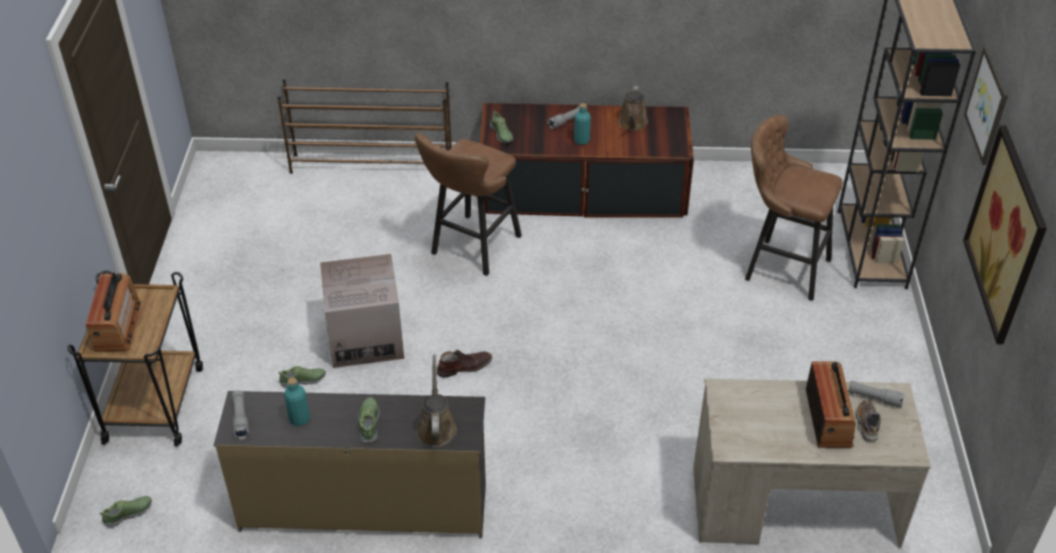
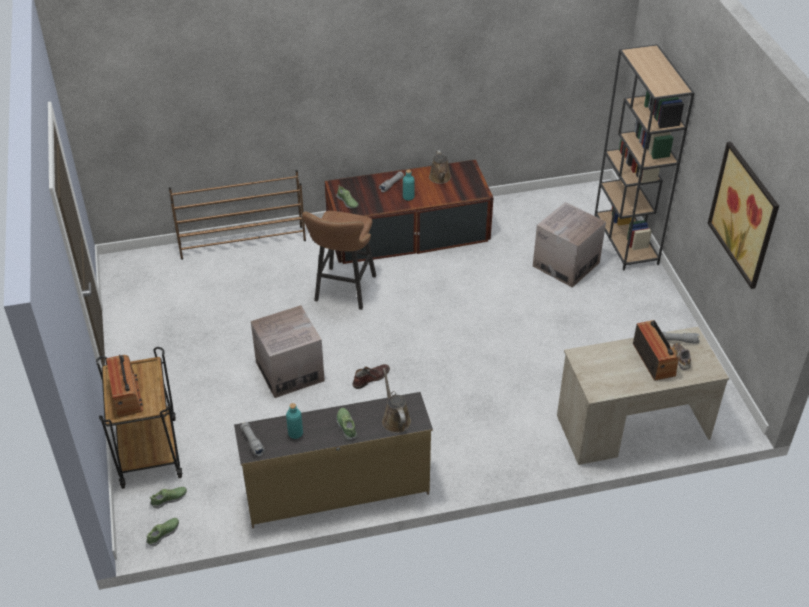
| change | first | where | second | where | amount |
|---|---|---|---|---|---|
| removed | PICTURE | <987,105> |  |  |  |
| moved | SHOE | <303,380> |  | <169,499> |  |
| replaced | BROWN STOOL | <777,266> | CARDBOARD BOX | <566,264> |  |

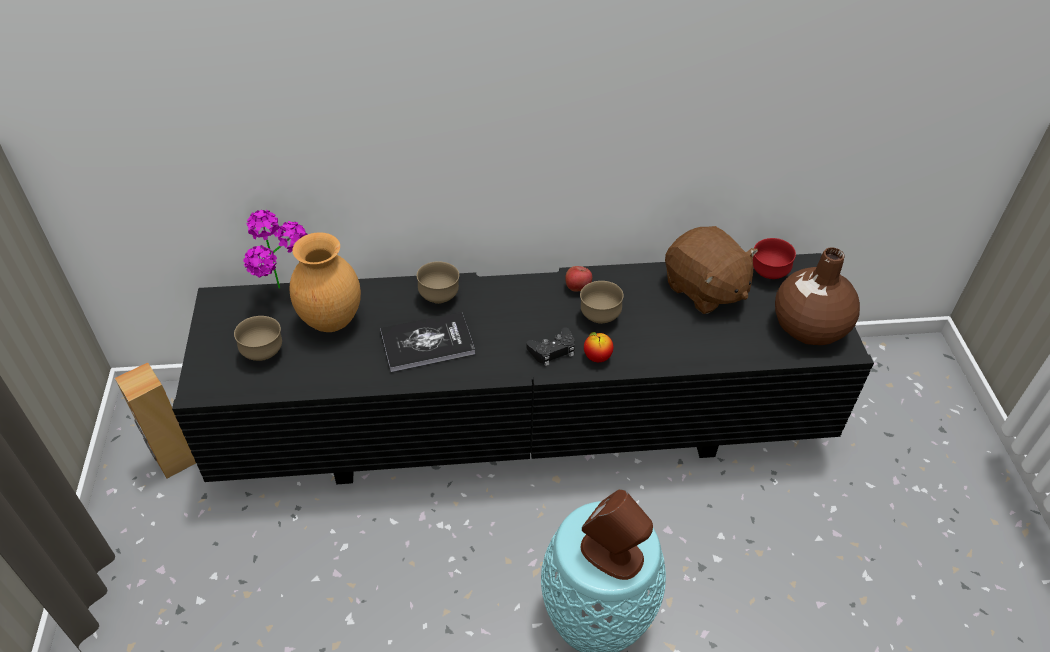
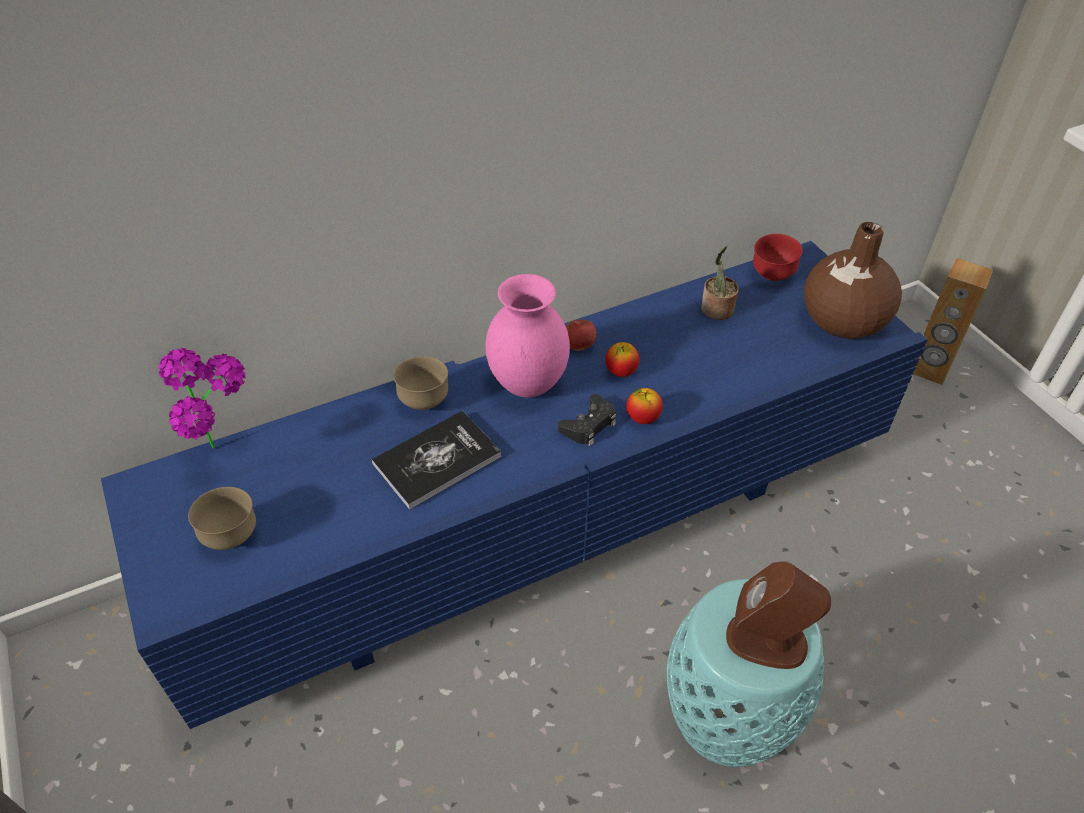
| change | first | where | second | where | amount |
|---|---|---|---|---|---|
| removed | BROWN VASE | <331,320> |  |  |  |
| added |  |  | PINK VASE | <528,383> |  |
| moved | BROWN SPEAKER | <174,459> |  | <929,369> |  |
| replaced | BROWN BOWL | <599,317> | APPLE | <621,372> |  |
| replaced | BROWN PLUSH TOY | <704,290> | POTTED PLANT | <716,310> |  |
| recoloured | BLACK TV STAND | <522,419> | BLUE TV STAND | <541,519> |  |

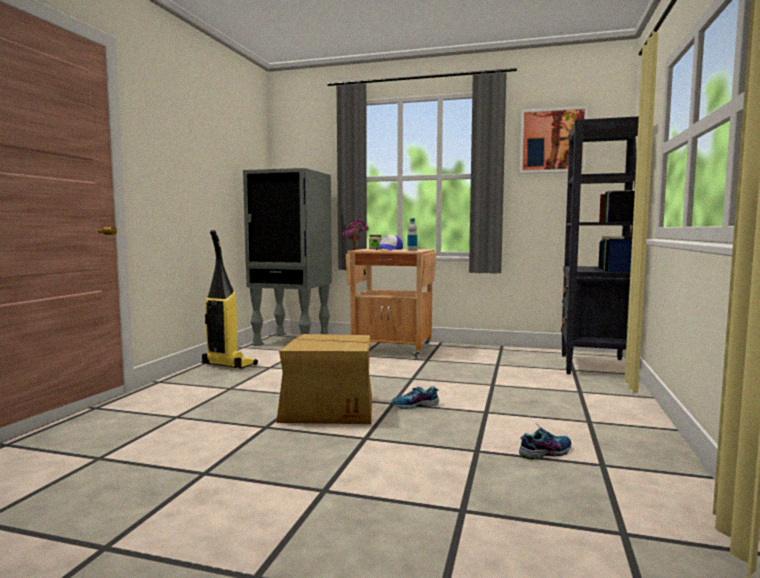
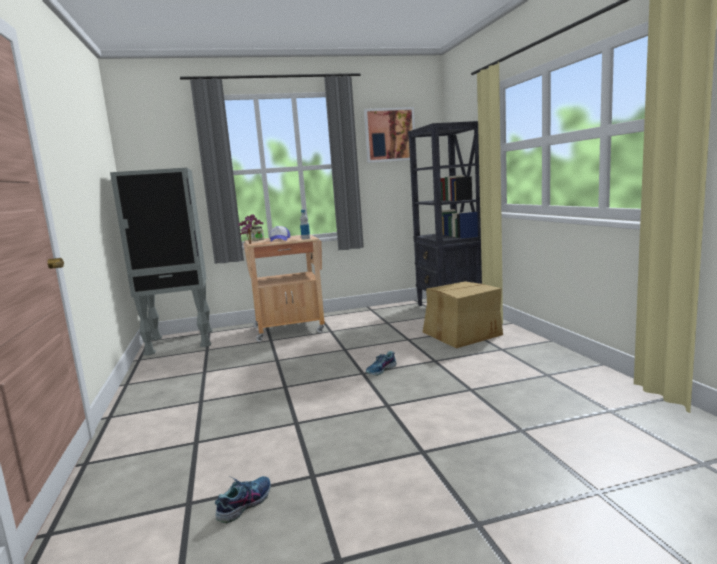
| change | first | where | second | where | amount |
|---|---|---|---|---|---|
| removed | VACUUM CLEANER | <228,365> |  |  |  |
| moved | CARDBOARD BOX | <329,409> |  | <461,335> |  |
| moved | SHOE | <545,452> |  | <244,504> |  |

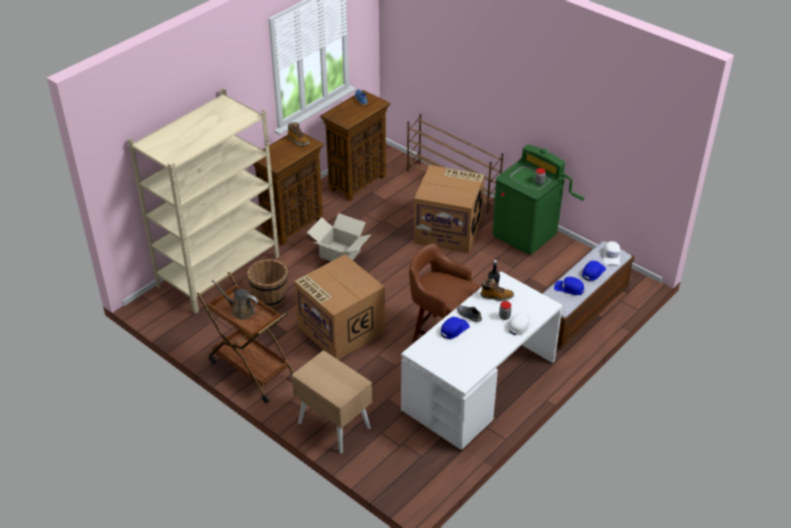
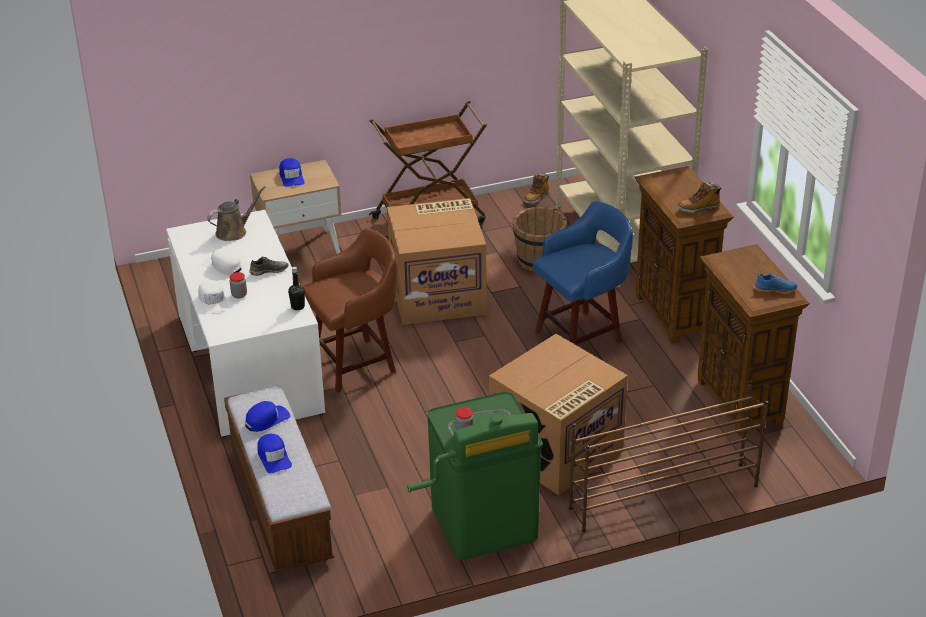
| change | first | where | second | where | amount |
|---|---|---|---|---|---|
| moved | BROWN WATERING CAN | <241,310> |  | <234,231> |  |
| moved | BLUE CAP | <454,329> |  | <291,176> |  |
| moved | BOOT | <496,296> |  | <536,197> |  |
| moved | WHITE CAP | <611,255> |  | <222,265> |  |
| replaced | CARDBOARD BOX | <340,253> | BLUE STOOL | <581,336> |  |

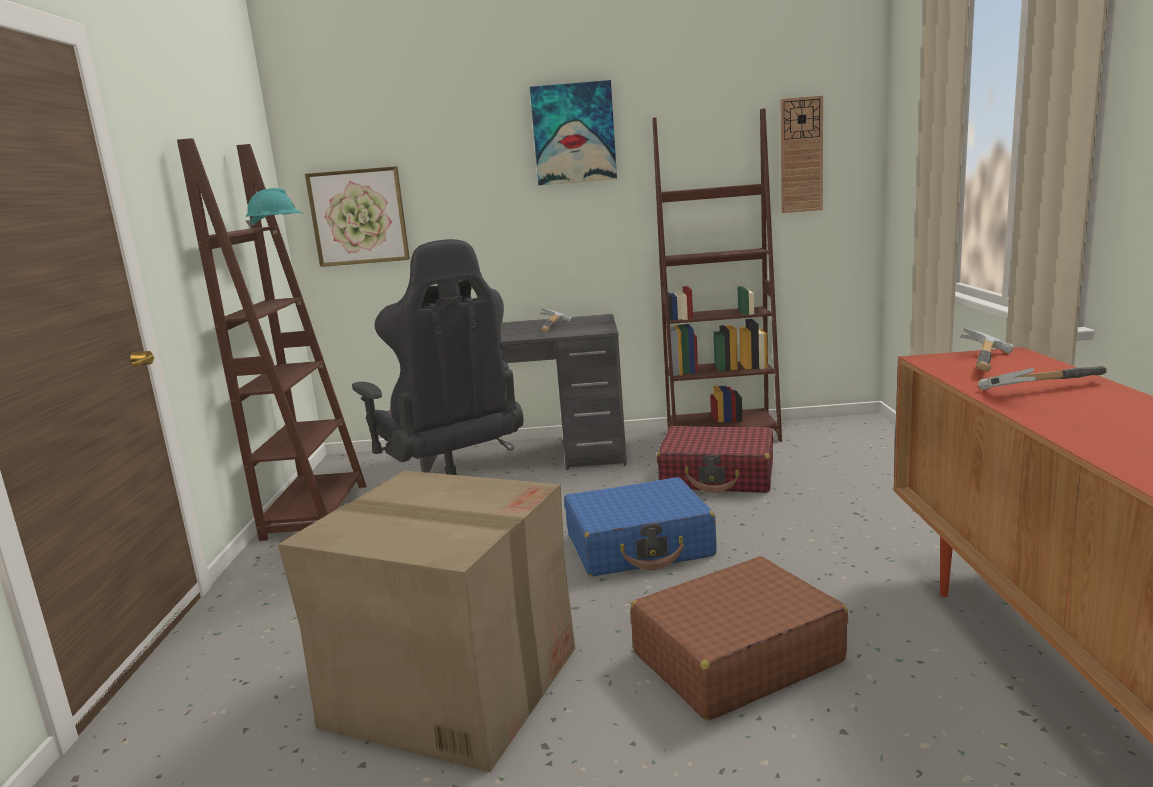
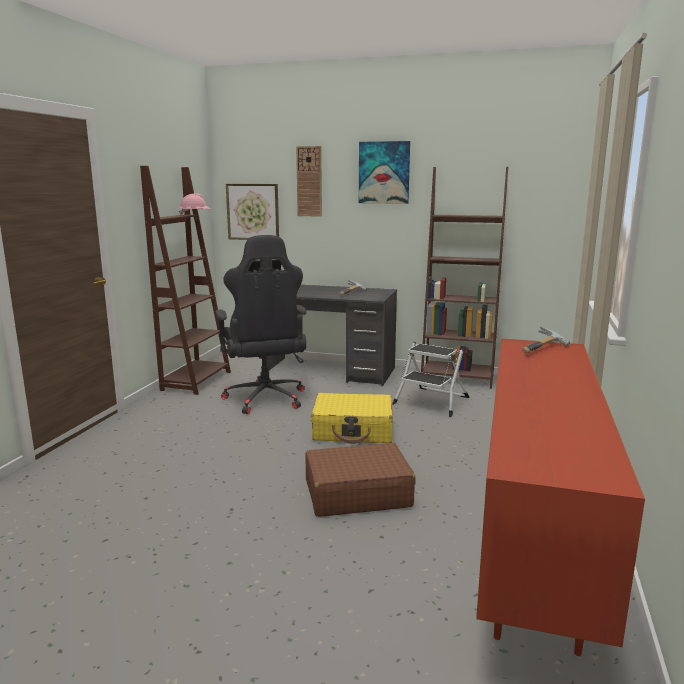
| change | first | where | second | where | amount |
|---|---|---|---|---|---|
| removed | CARDBOARD BOX | <451,685> |  |  |  |
| removed | HAMMER | <1039,388> |  |  |  |
| moved | WALL CLOCK | <801,155> |  | <309,181> |  |
| replaced | RED SUITCASE | <718,476> | STEP LADDER | <432,401> |  |
| recoloured | TURQUOISE HARD HAT | <276,226> | PINK HARD HAT | <195,215> |  |
| recoloured | BLUE SUITCASE | <639,546> | YELLOW SUITCASE | <353,430> |  |

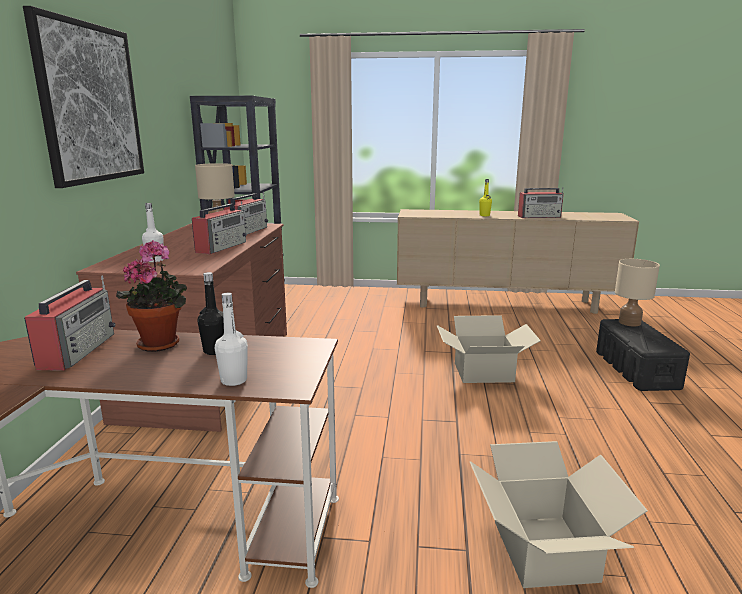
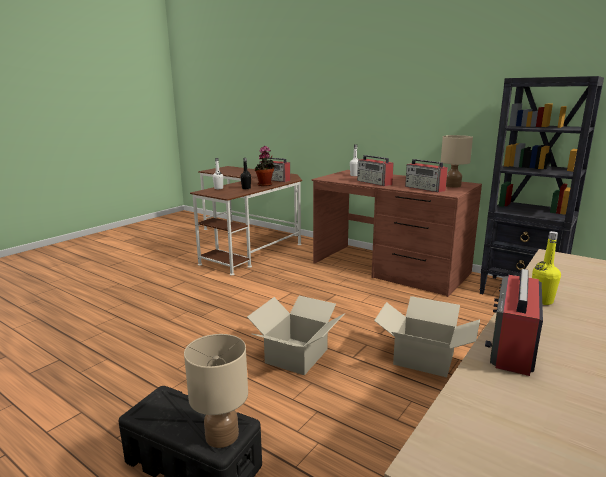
| change | first | where | second | where | amount |
|---|---|---|---|---|---|
| removed | PICTURE | <90,103> |  |  |  |
| moved | CARDBOARD BOX | <543,550> |  | <423,358> |  |

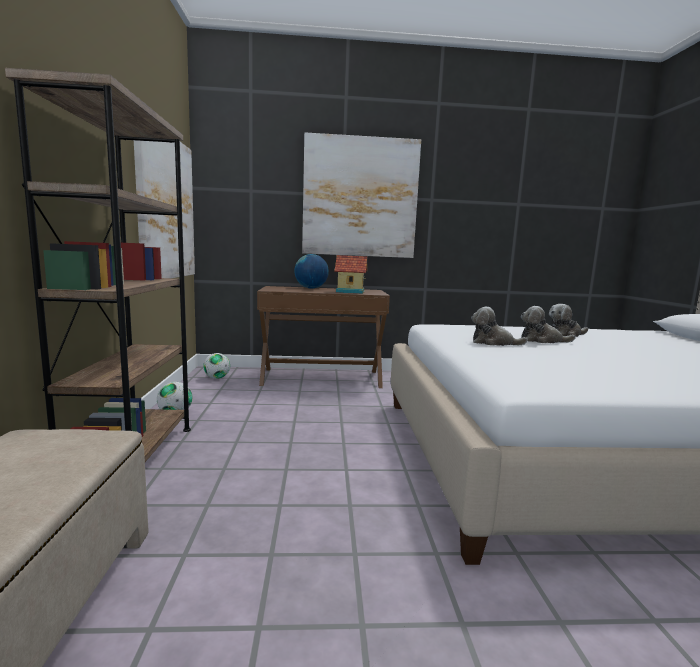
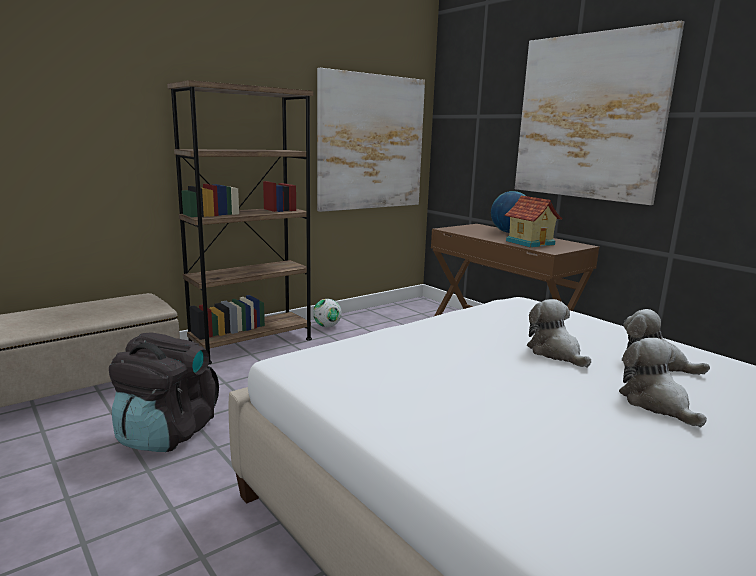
| change | first | where | second | where | amount |
|---|---|---|---|---|---|
| removed | FOOTBALL | <217,378> |  |  |  |
| added |  |  | BLACK BACKPACK | <167,433> |  |
| moved | PLUSH TOY | <493,343> |  | <656,404> |  |

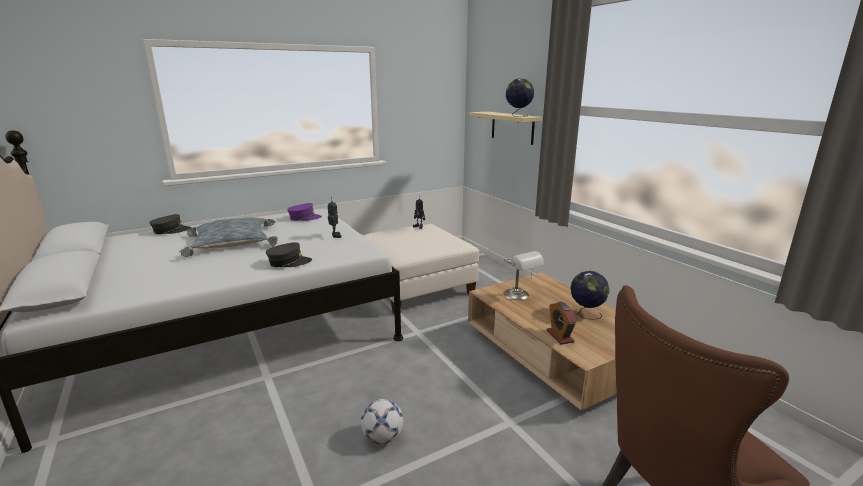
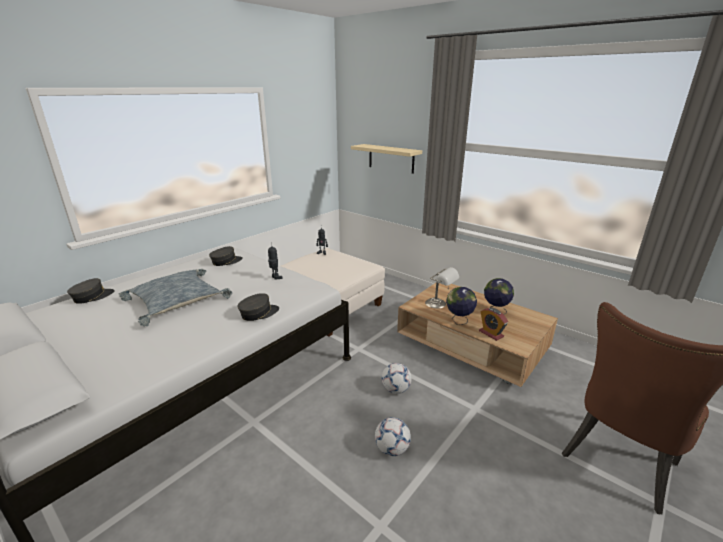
| change | first | where | second | where | amount |
|---|---|---|---|---|---|
| added |  |  | FOOTBALL | <395,389> |  |
| moved | GLOBE | <518,116> |  | <459,321> |  |
| recoloured | PURPLE CAP | <304,218> | GREY CAP | <226,261> |  |

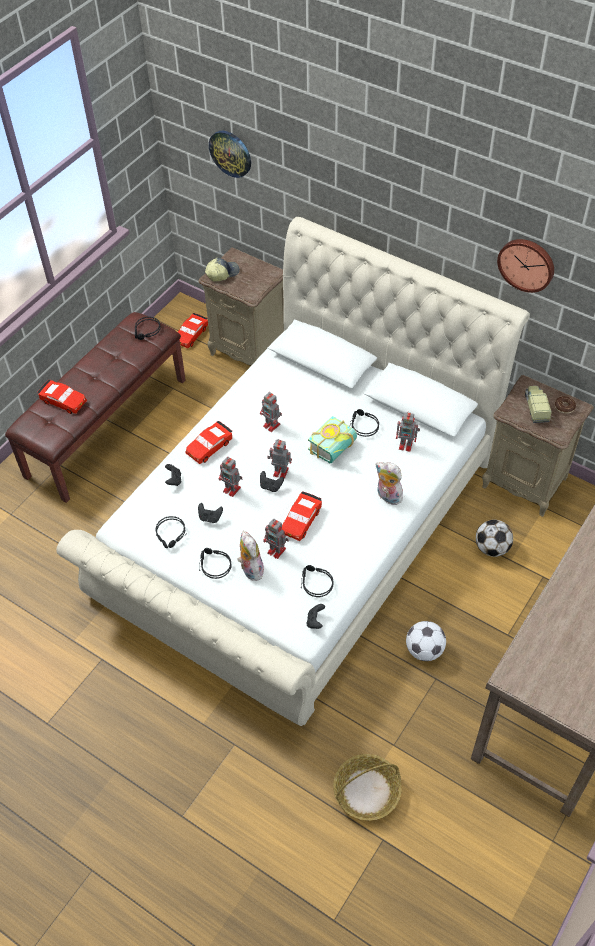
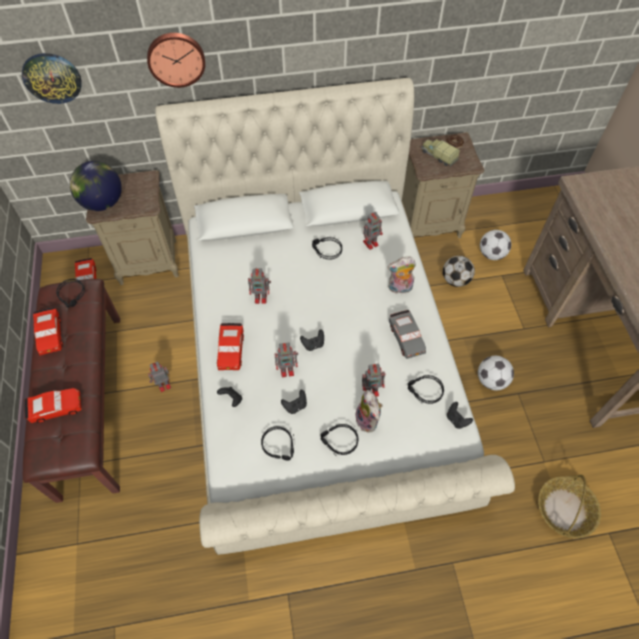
| change | first | where | second | where | amount |
|---|---|---|---|---|---|
| removed | BOOK | <336,449> |  |  |  |
| added |  |  | GREY TOY CAR | <406,337> |  |
| added |  |  | FOOTBALL | <491,254> |  |
| moved | TOY ROBOT | <280,471> |  | <163,385> |  |
| moved | RED TOY CAR | <301,520> |  | <50,334> |  |
| moved | WALL CLOCK | <527,264> |  | <176,58> |  |
| replaced | CAP | <222,273> | GLOBE | <103,203> |  |
| turned | PLUSH TOY | <250,569> |  | <368,420> | 135 degrees counterclockwise |

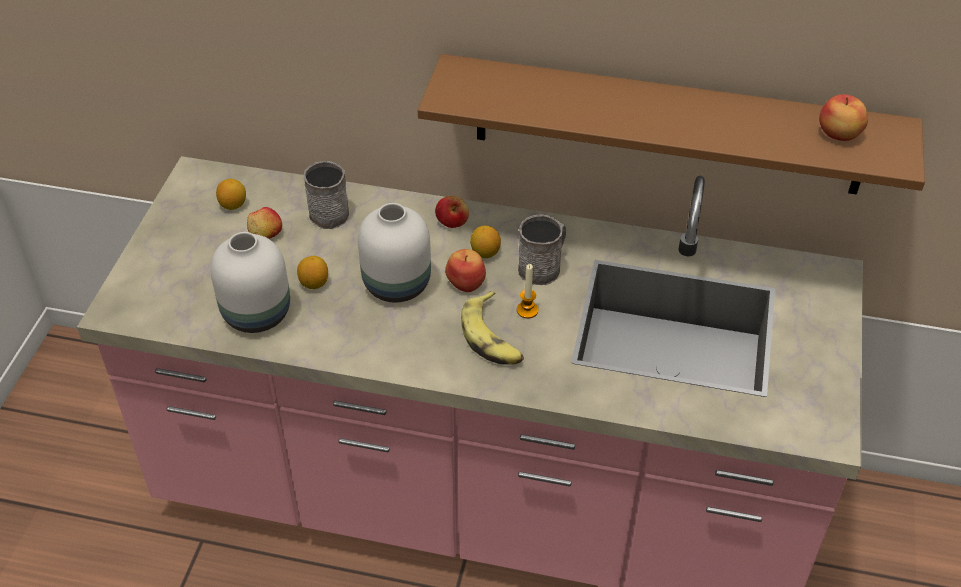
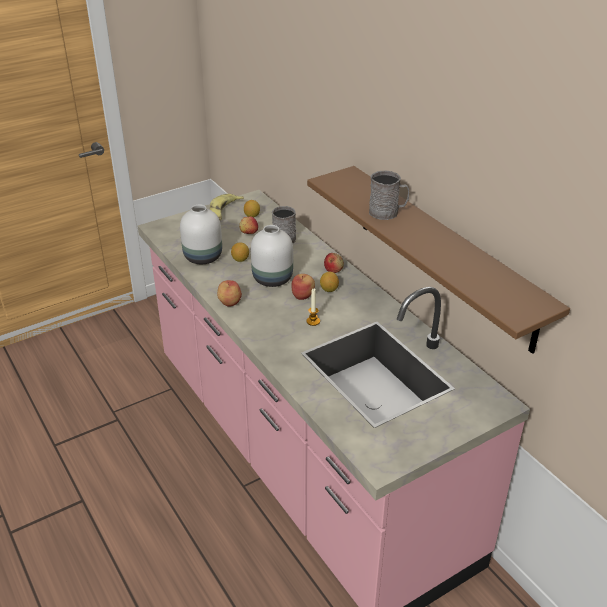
| change | first | where | second | where | amount |
|---|---|---|---|---|---|
| moved | BANANA | <492,338> |  | <224,211> |  |
| moved | GREY MUG | <543,267> |  | <388,212> |  |
| moved | APPLE | <839,134> |  | <229,302> |  |

